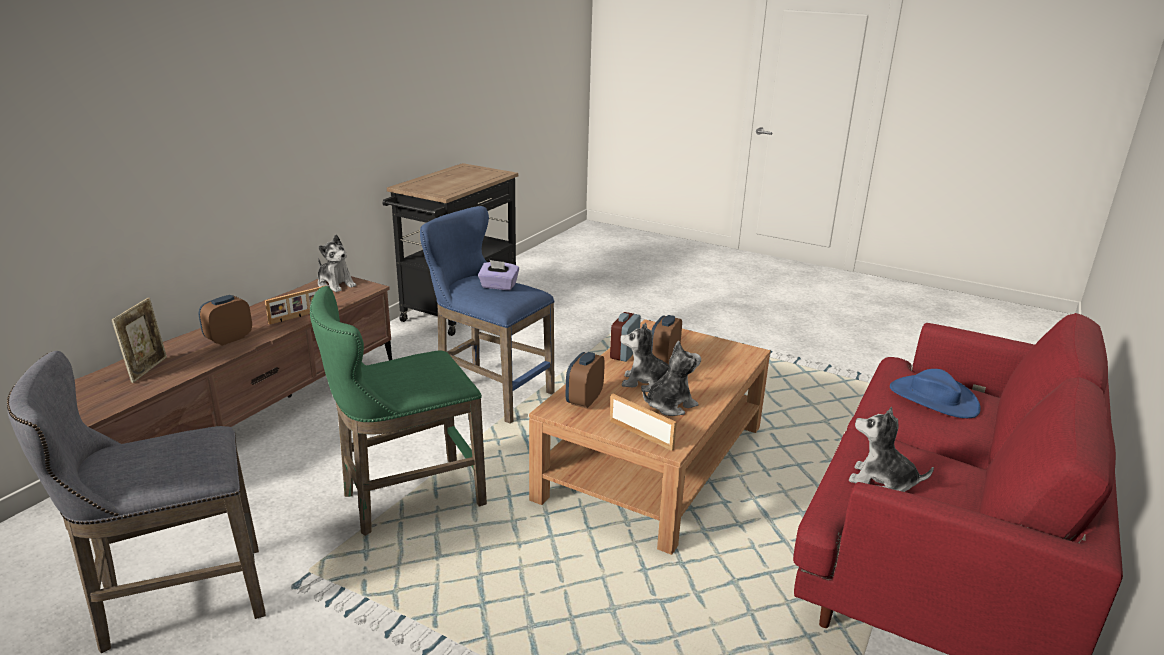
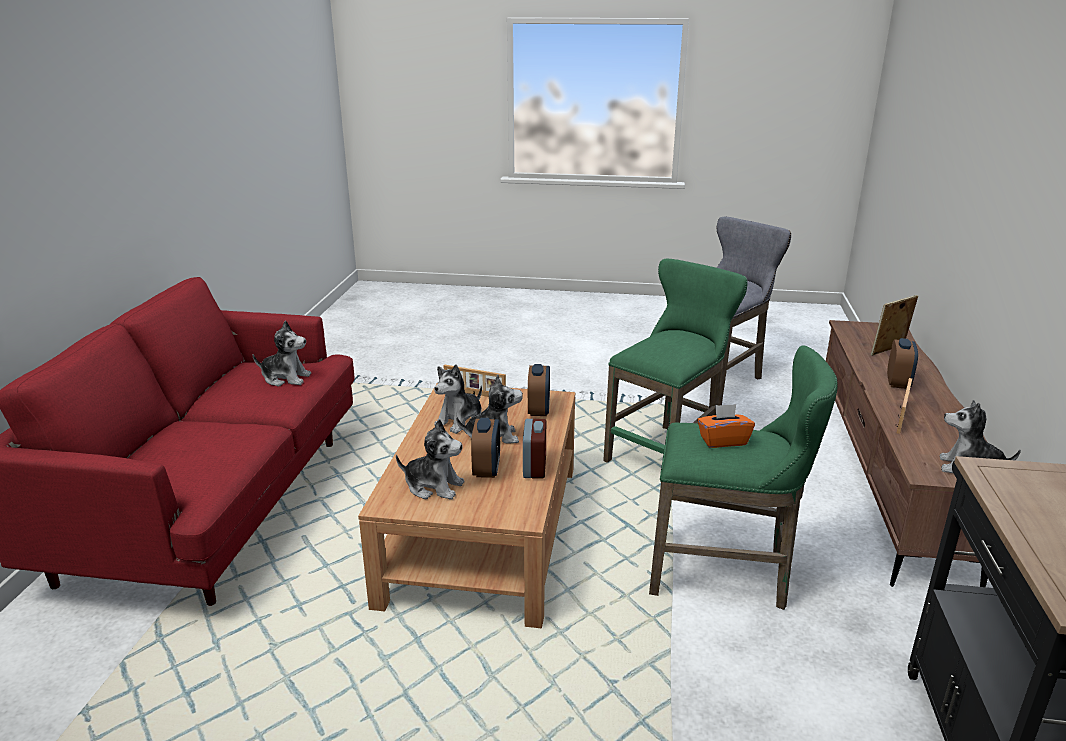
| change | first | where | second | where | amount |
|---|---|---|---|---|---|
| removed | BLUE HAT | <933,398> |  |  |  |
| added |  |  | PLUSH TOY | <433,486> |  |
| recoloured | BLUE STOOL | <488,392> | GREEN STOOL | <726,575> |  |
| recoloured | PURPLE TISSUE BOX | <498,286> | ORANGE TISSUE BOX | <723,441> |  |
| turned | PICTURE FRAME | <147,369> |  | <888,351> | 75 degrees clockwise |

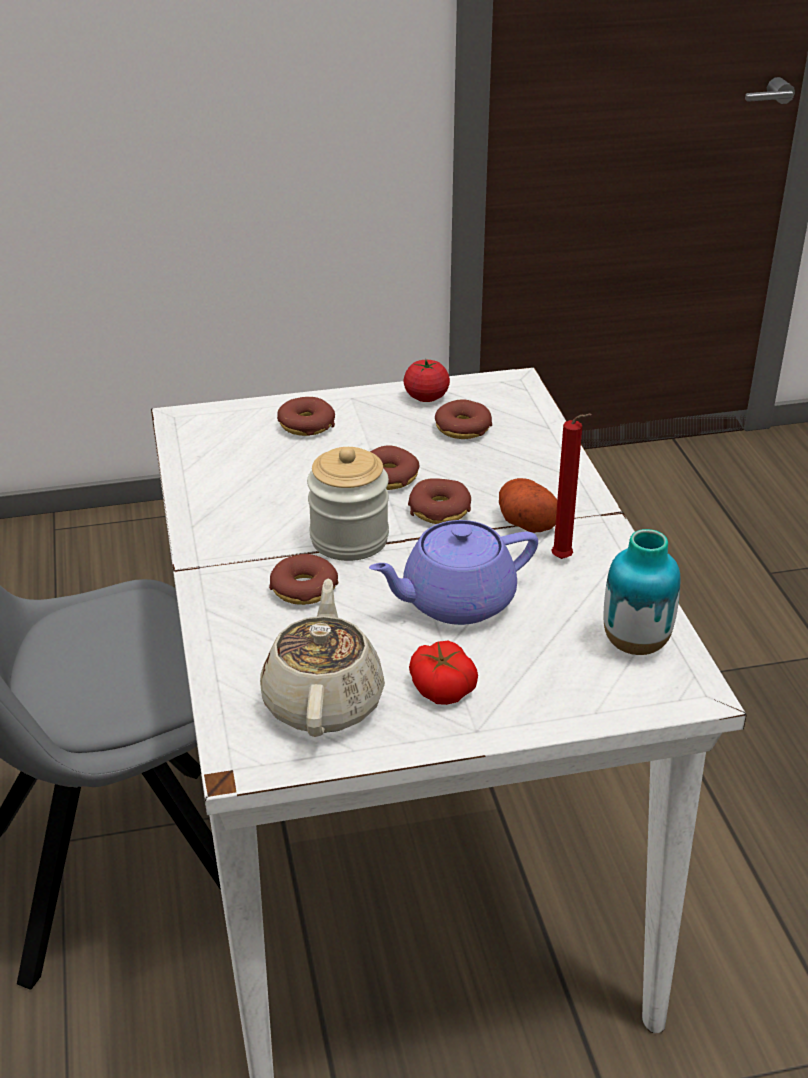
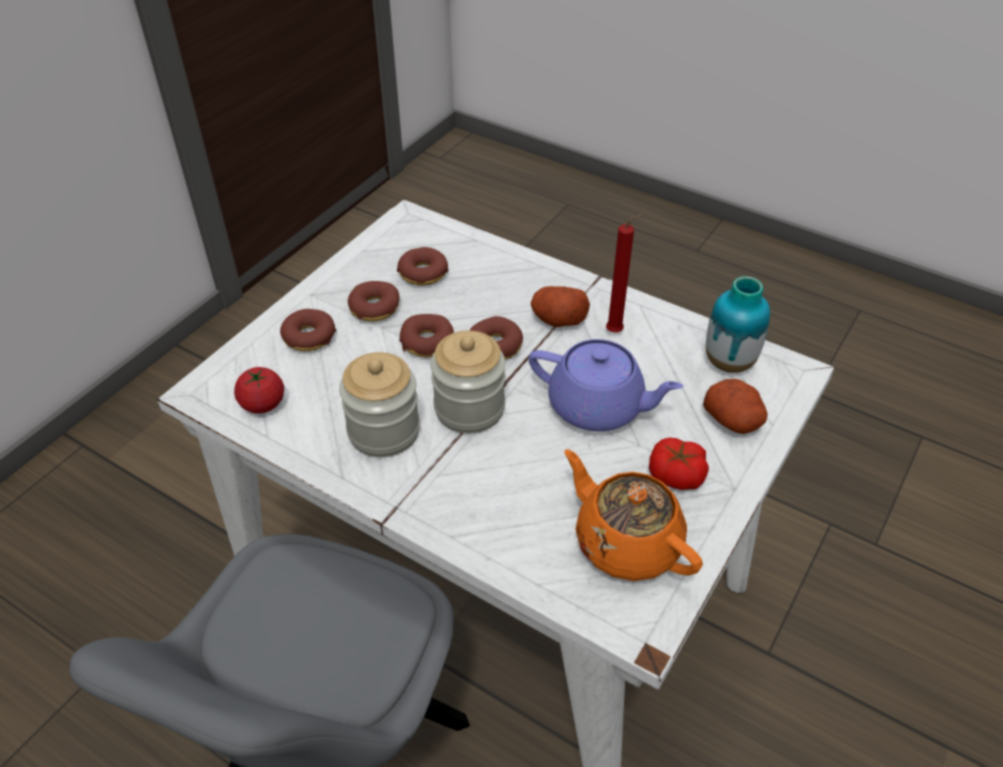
| change | first | where | second | where | amount |
|---|---|---|---|---|---|
| added |  |  | JAR | <384,431> |  |
| added |  |  | POTATO | <733,420> |  |
| moved | DONUT | <304,589> |  | <374,308> |  |
| moved | TOMATO | <426,397> |  | <263,404> |  |
| recoloured | BEIGE TEAPOT | <323,700> | ORANGE TEAPOT | <626,542> |  |
| turned | PURPLE TEAPOT | <455,601> |  | <598,406> | 90 degrees counterclockwise |

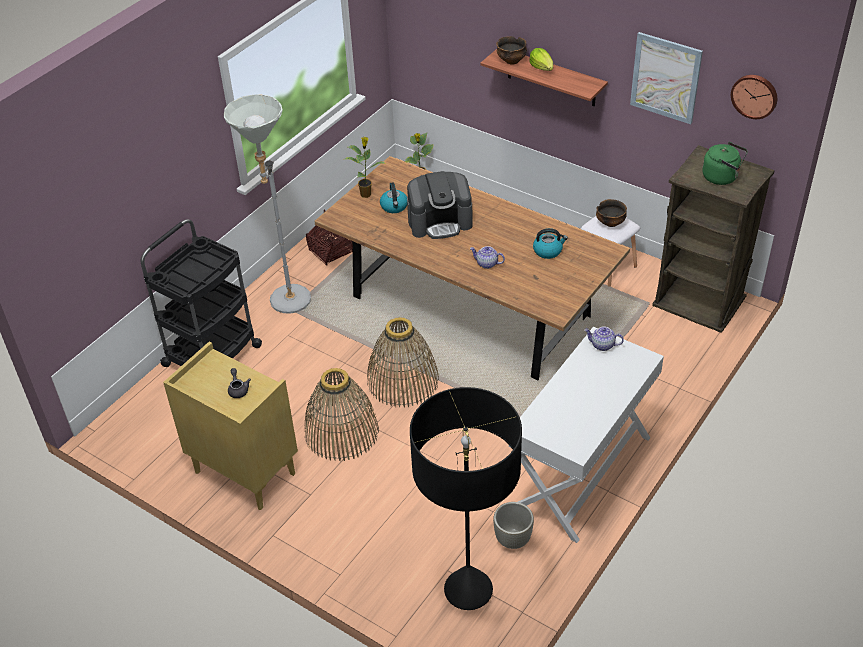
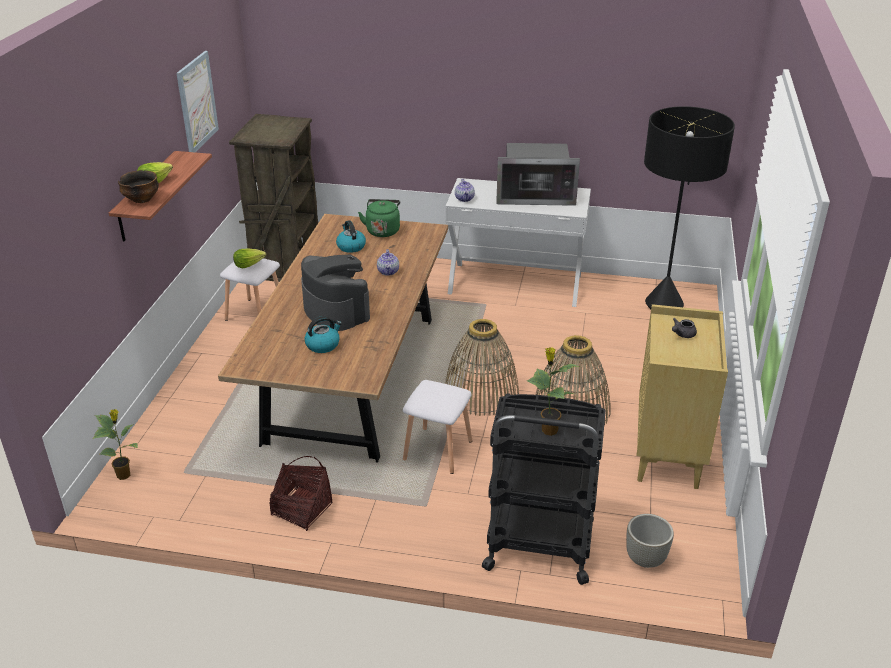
| change | first | where | second | where | amount |
|---|---|---|---|---|---|
| removed | GREY FLOOR LAMP | <286,306> |  |  |  |
| removed | WALL CLOCK | <755,95> |  |  |  |
| added |  |  | WHITE STOOL | <438,451> |  |
| added |  |  | MICROWAVE | <535,195> |  |
| moved | POTTED PLANT | <366,194> |  | <548,430> |  |
| moved | GREY PLANTER | <512,539> |  | <645,559> |  |
| moved | GREEN KETTLE | <722,177> |  | <383,230> |  |
| replaced | BOWL | <610,223> | LETTUCE | <249,264> |  |

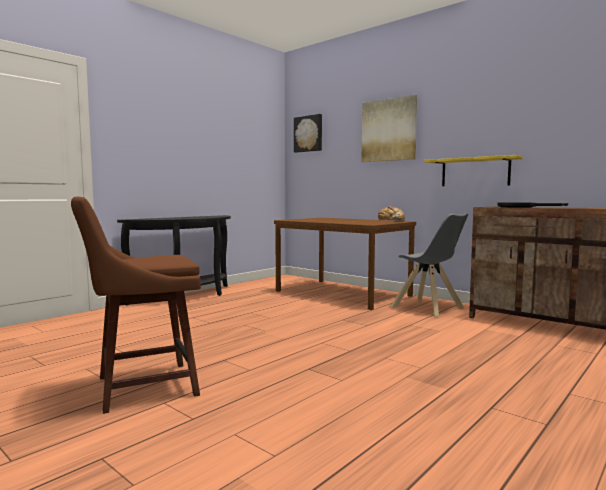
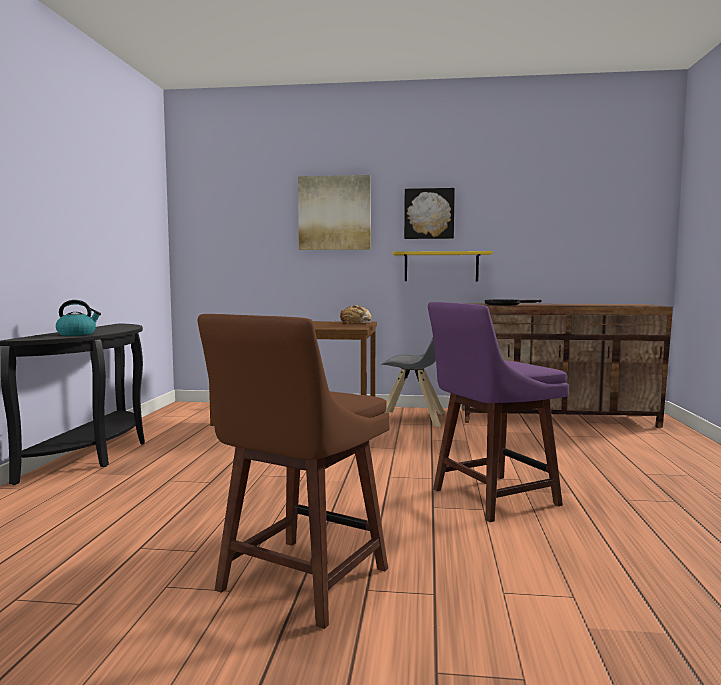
| change | first | where | second | where | amount |
|---|---|---|---|---|---|
| added |  |  | KETTLE | <77,334> |  |
| added |  |  | PURPLE STOOL | <490,497> |  |
| moved | PICTURE | <308,134> |  | <429,214> |  |

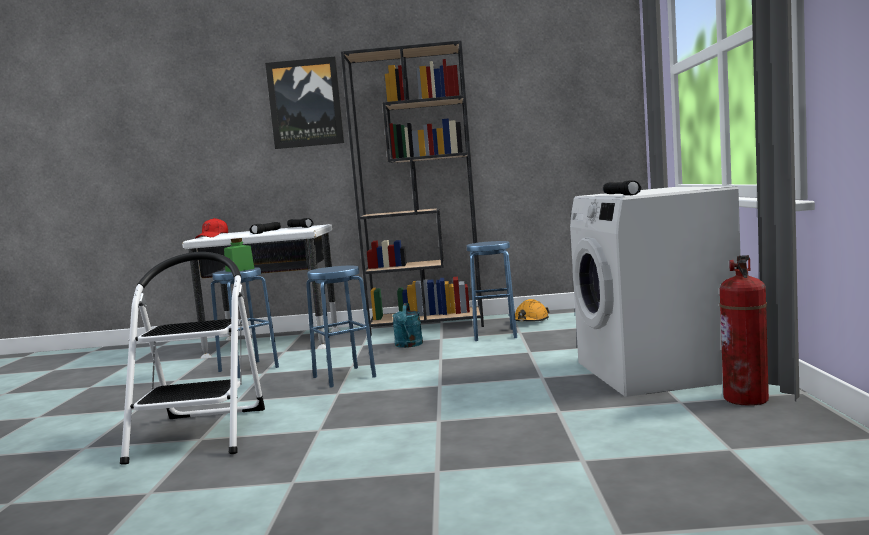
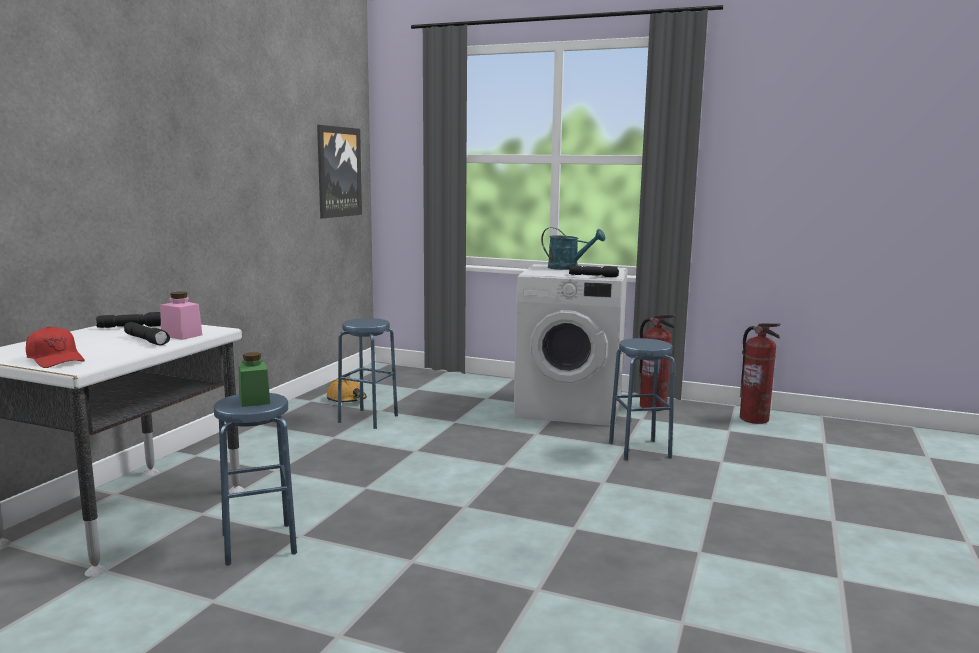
| change | first | where | second | where | amount |
|---|---|---|---|---|---|
| removed | STEP LADDER | <202,433> |  |  |  |
| removed | BOOKCASE | <427,325> |  |  |  |
| added |  |  | PINK JAR | <181,335> |  |
| added |  |  | FIRE EXTINGUISHER | <754,419> |  |
| moved | PICTURE | <305,103> |  | <338,172> |  |
| moved | BLUE STOOL | <344,377> |  | <639,450> |  |
| moved | TURQUOISE WATERING CAN | <408,345> |  | <568,268> |  |

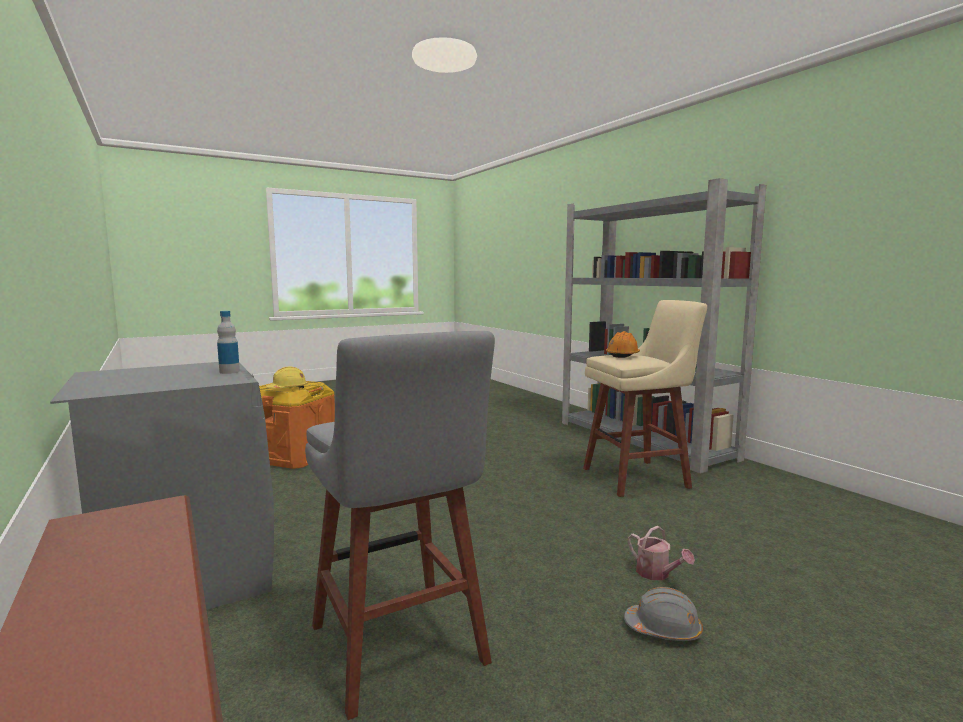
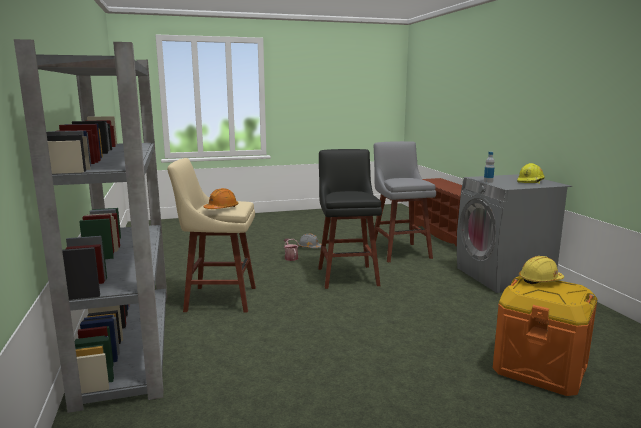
| change | first | where | second | where | amount |
|---|---|---|---|---|---|
| added |  |  | BLACK STOOL | <348,276> |  |
| added |  |  | YELLOW HARD HAT | <530,181> |  |

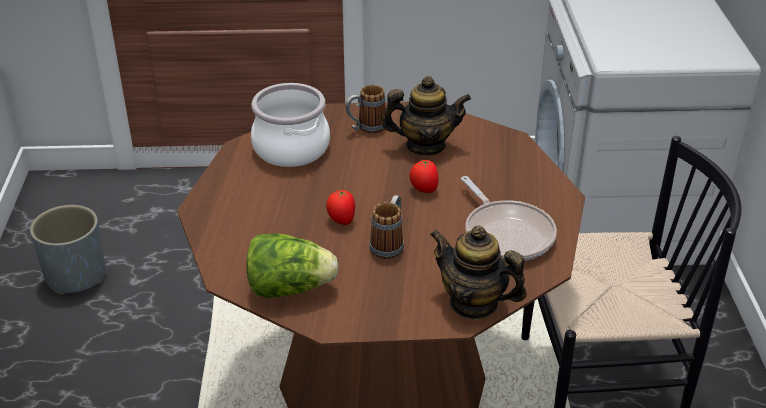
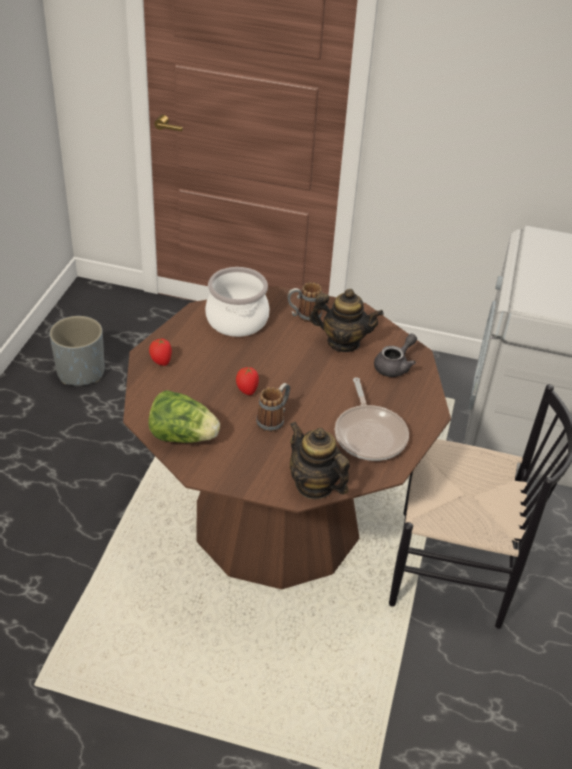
| change | first | where | second | where | amount |
|---|---|---|---|---|---|
| added |  |  | GREY TEAPOT | <395,366> |  |
| moved | TOMATO | <423,190> |  | <161,362> |  |

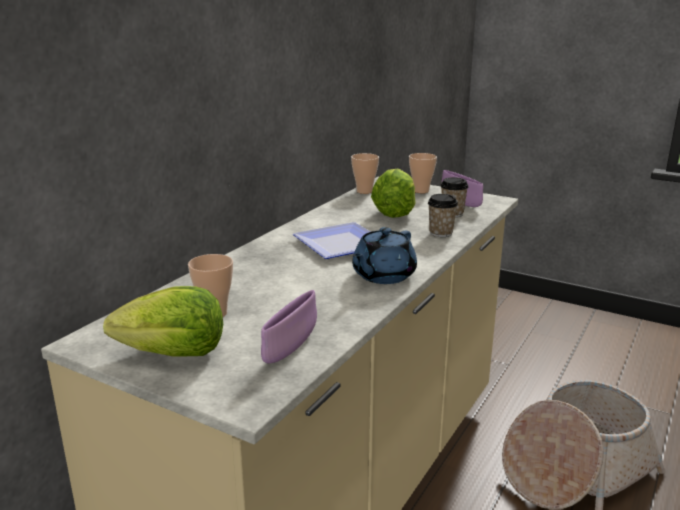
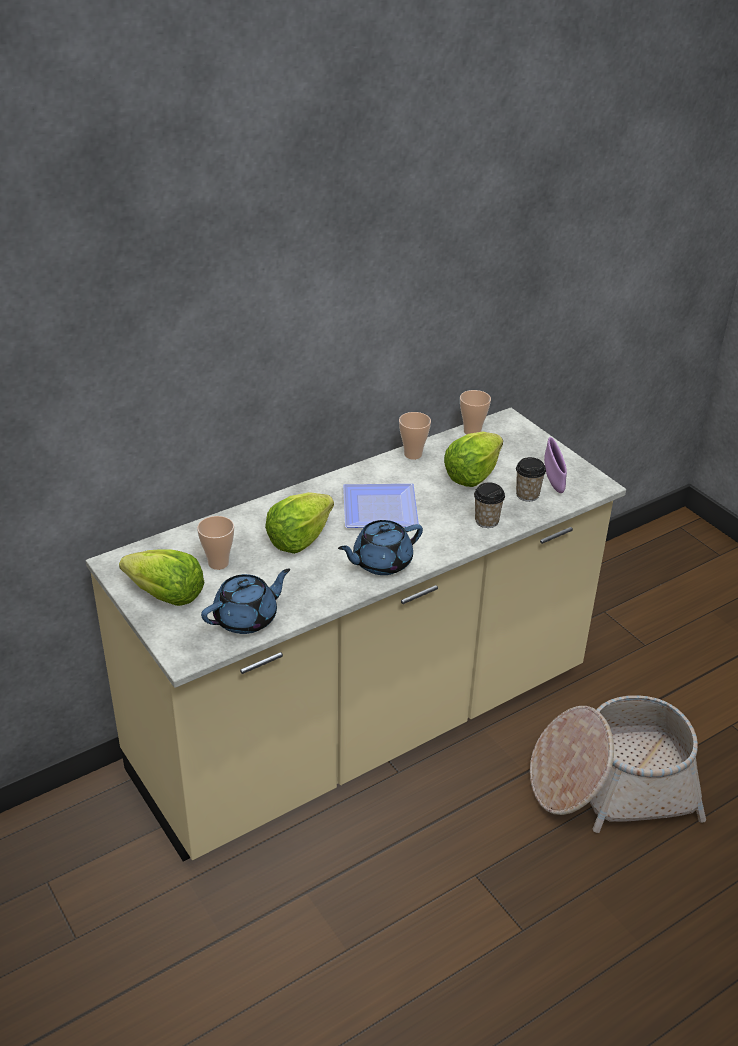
| change | first | where | second | where | amount |
|---|---|---|---|---|---|
| added |  |  | LETTUCE | <299,539> |  |
| moved | CUP | <421,191> |  | <413,454> |  |
| replaced | PURPLE BOWL | <291,349> | BLUE TEAPOT | <247,618> |  |

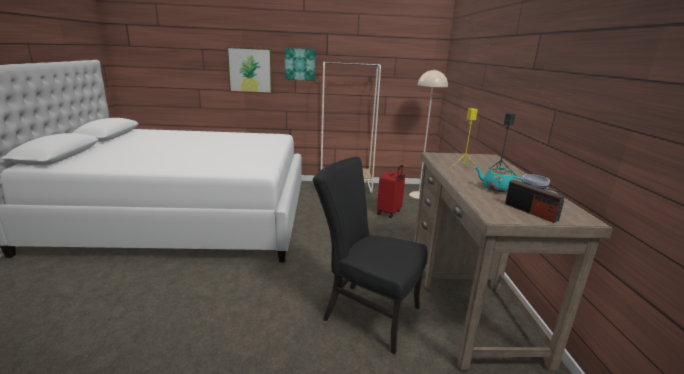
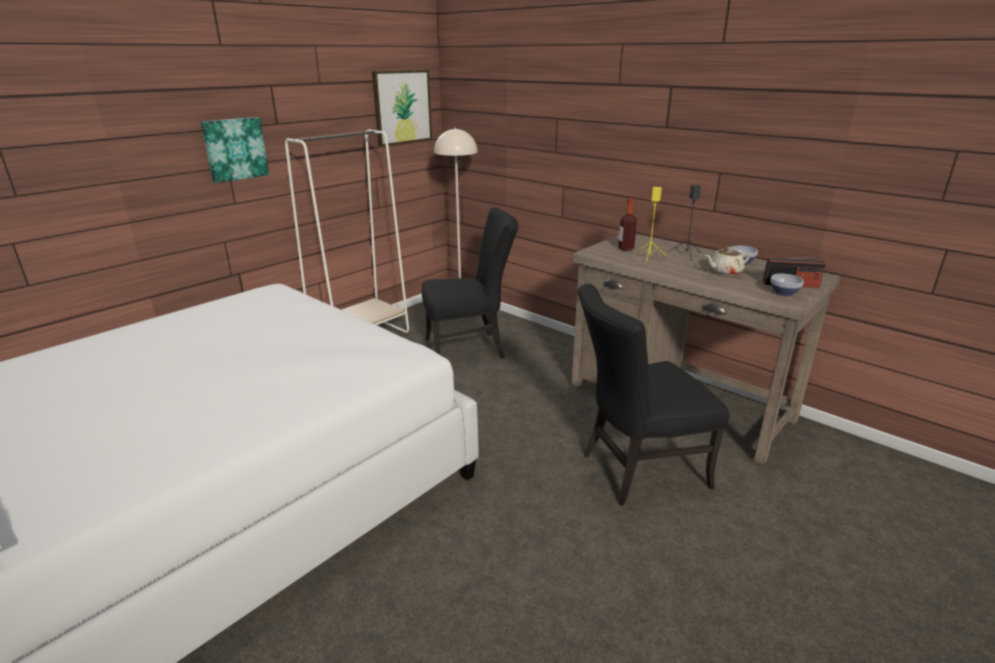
| change | first | where | second | where | amount |
|---|---|---|---|---|---|
| added |  |  | BOTTLE | <626,248> |  |
| added |  |  | BOWL | <783,293> |  |
| moved | PICTURE | <250,70> |  | <402,107> |  |
| replaced | RED SUITCASE | <389,212> | BLACK CHAIR | <470,349> |  |
| recoloured | TURQUOISE TEAPOT | <496,189> | BEIGE TEAPOT | <724,272> |  |

